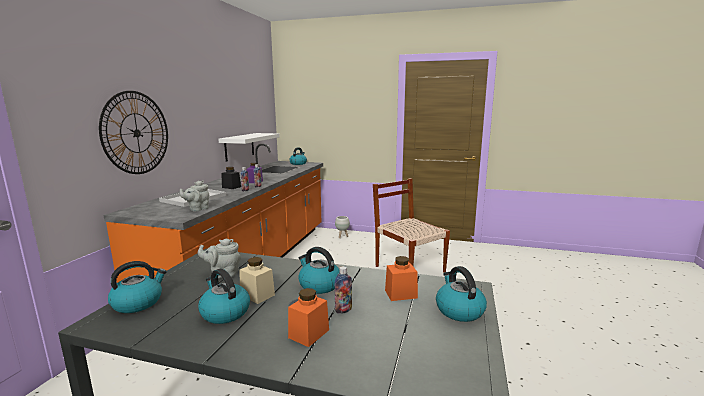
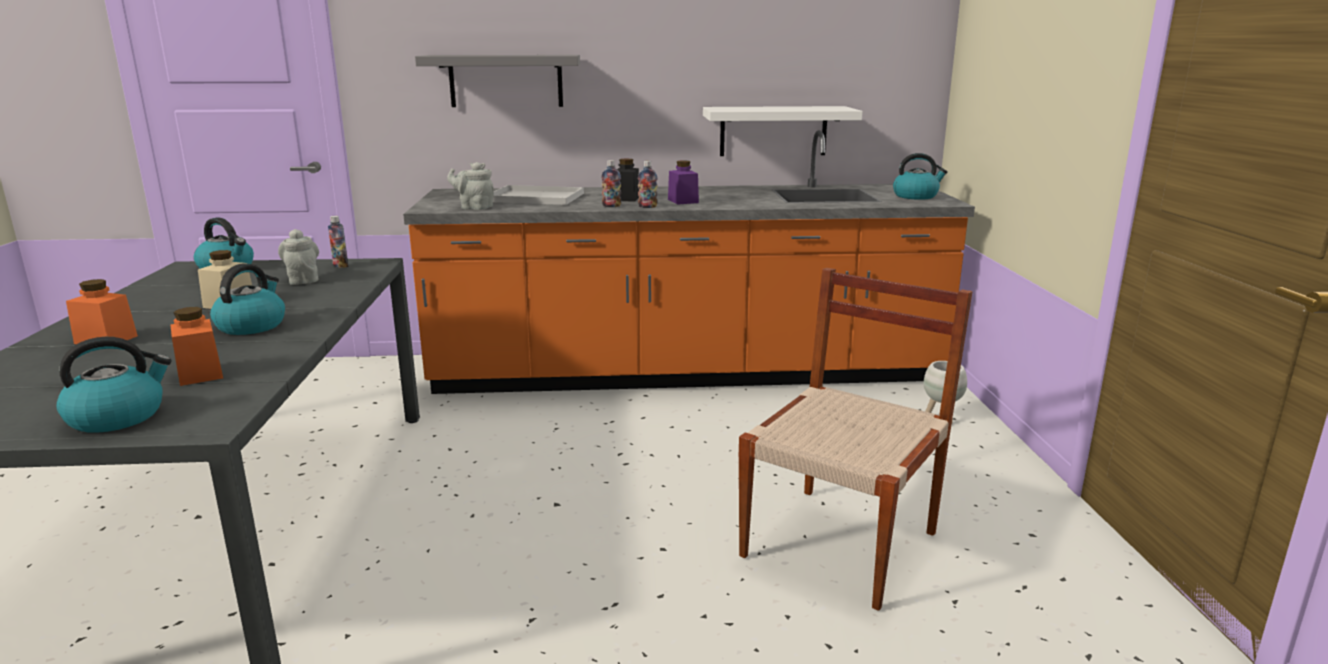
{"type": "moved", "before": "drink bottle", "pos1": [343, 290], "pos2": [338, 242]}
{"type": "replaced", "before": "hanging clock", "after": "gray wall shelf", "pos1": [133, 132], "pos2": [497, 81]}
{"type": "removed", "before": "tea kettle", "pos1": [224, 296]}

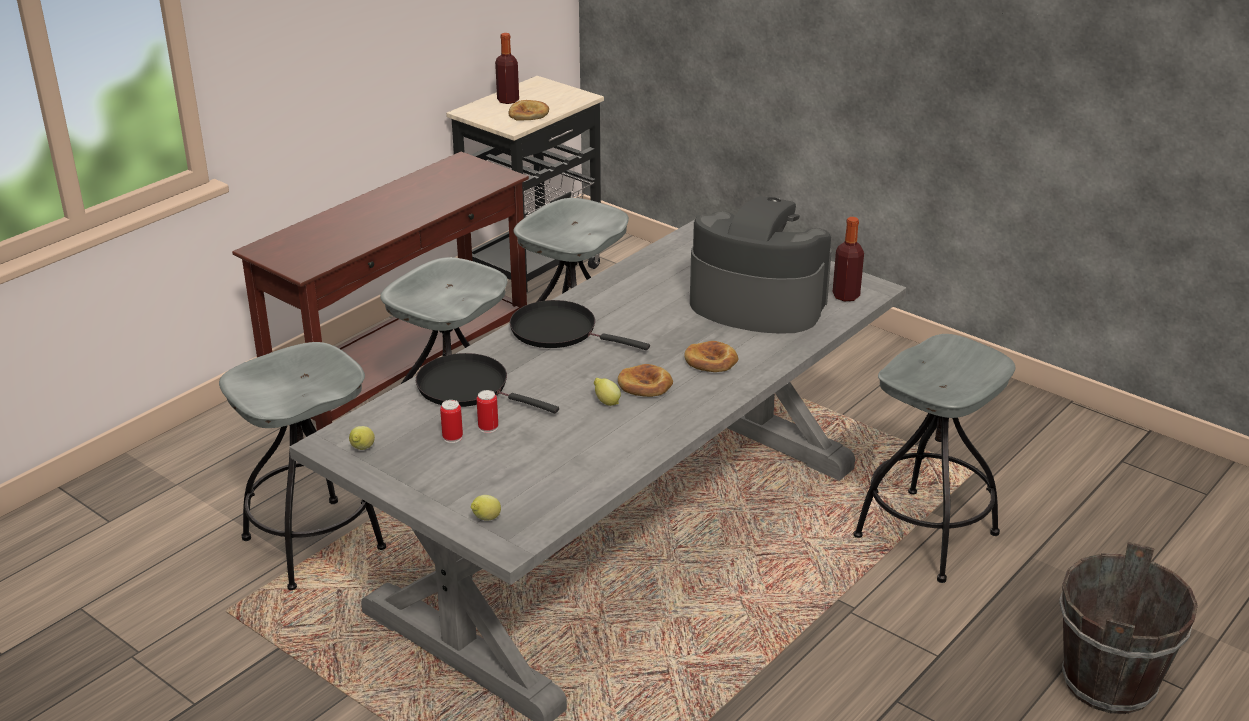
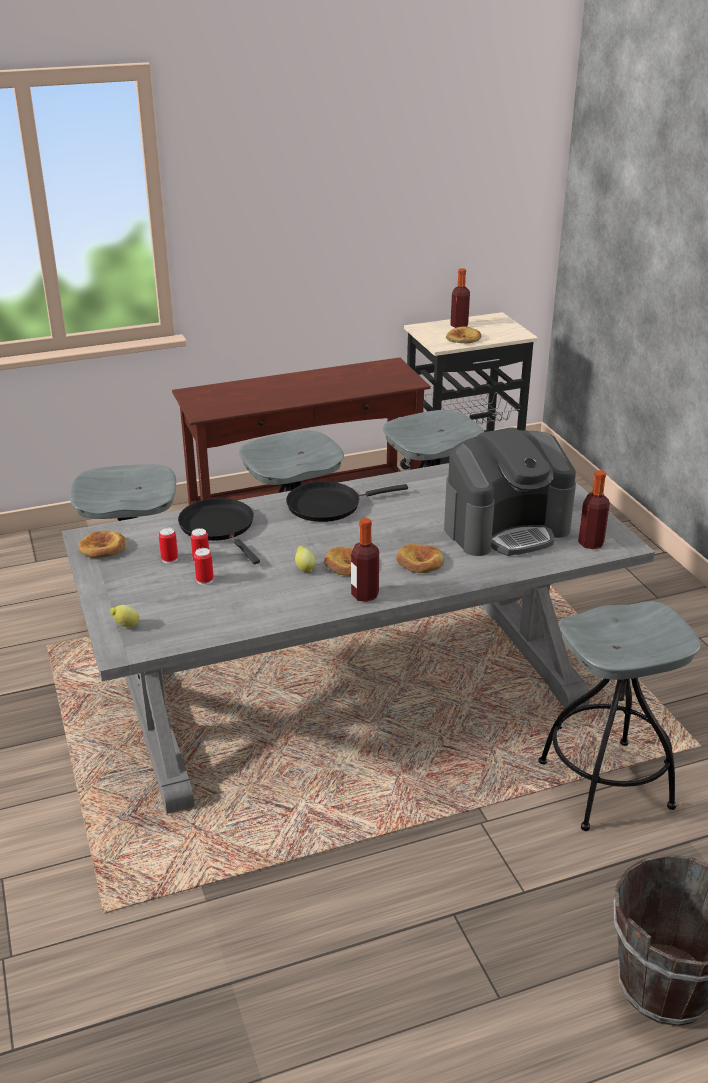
{"type": "replaced", "before": "citrus fruit", "after": "bakery bread", "pos1": [362, 438], "pos2": [102, 544]}
{"type": "added", "after": "can", "pos2": [204, 566]}
{"type": "turned", "before": "blackish skillet", "pos1": [580, 325], "pos2": [347, 501], "turn": -75}
{"type": "added", "after": "drink bottle", "pos2": [365, 560]}
{"type": "turned", "before": "coffee brewer", "pos1": [761, 264], "pos2": [510, 492], "turn": 105}

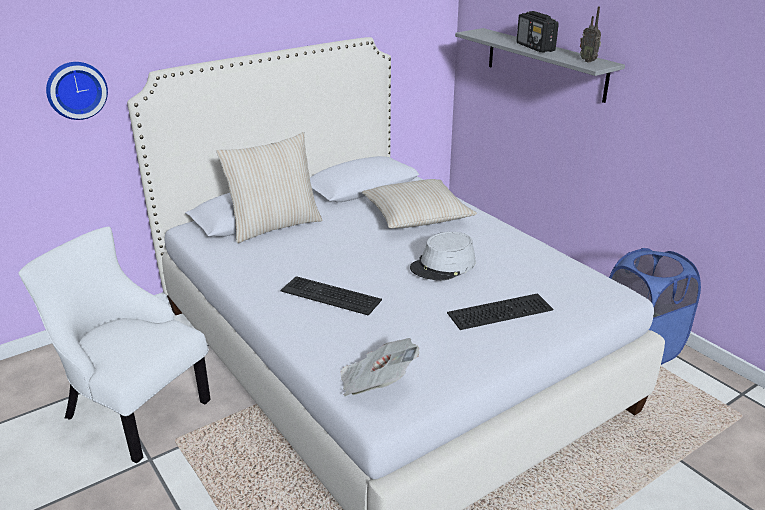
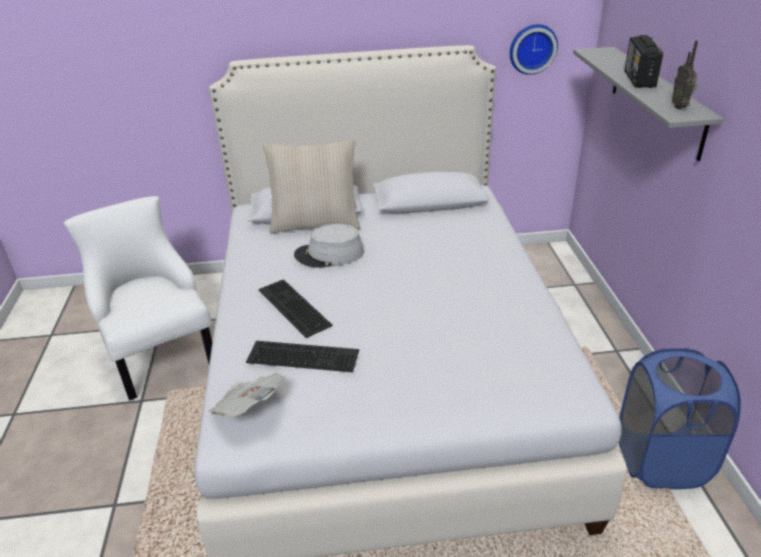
{"type": "moved", "before": "keyboard", "pos1": [500, 311], "pos2": [302, 356]}
{"type": "moved", "before": "gray wearable hat", "pos1": [443, 256], "pos2": [329, 246]}
{"type": "moved", "before": "hanging clock", "pos1": [77, 91], "pos2": [534, 49]}
{"type": "removed", "before": "beige throw pillow", "pos1": [419, 203]}

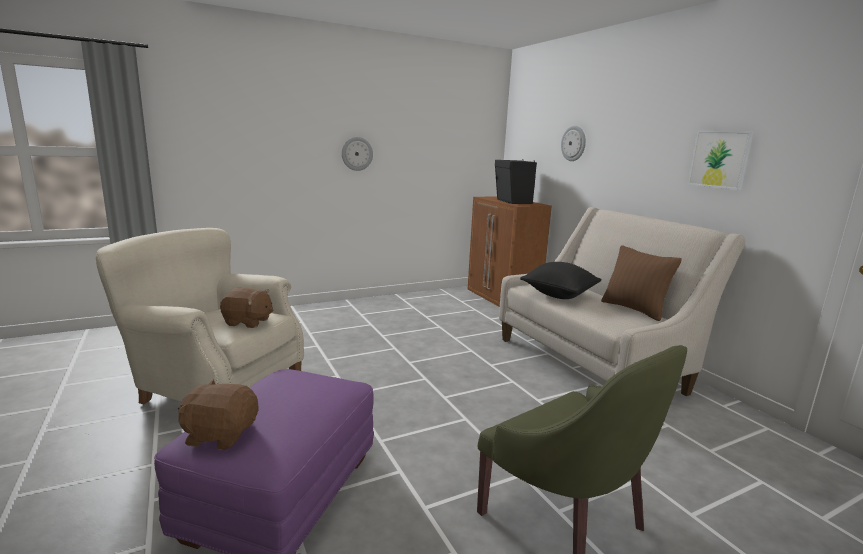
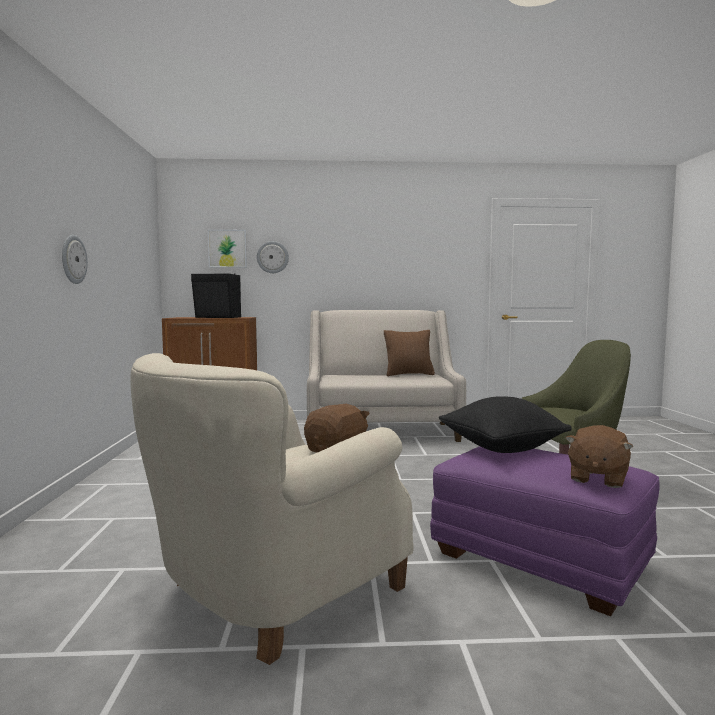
{"type": "moved", "before": "picture", "pos1": [721, 160], "pos2": [227, 248]}
{"type": "moved", "before": "blackish throw pillow", "pos1": [561, 280], "pos2": [505, 424]}

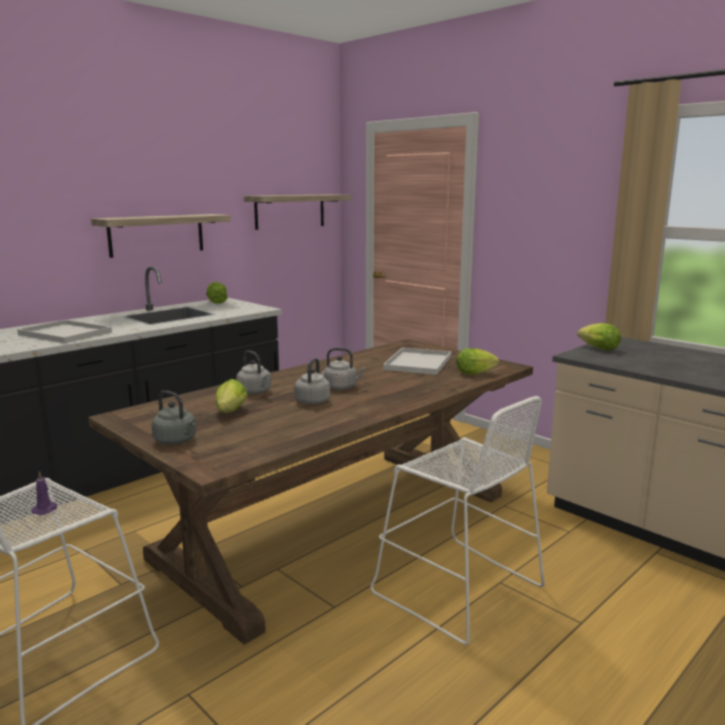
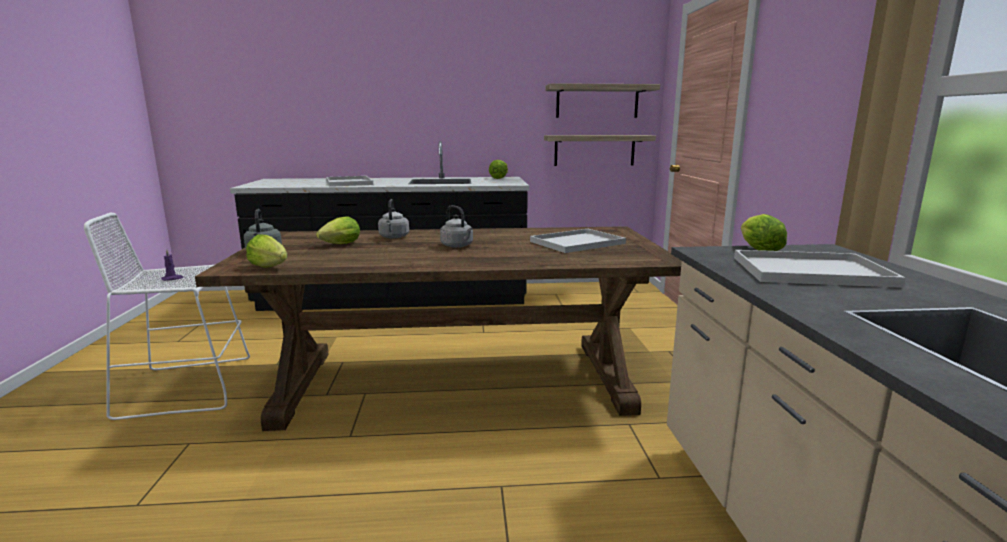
{"type": "moved", "before": "lettuce head", "pos1": [477, 361], "pos2": [267, 251]}
{"type": "moved", "before": "wall shelf", "pos1": [161, 236], "pos2": [600, 150]}
{"type": "added", "after": "white serving tray", "pos2": [820, 269]}
{"type": "removed", "before": "gray tea kettle", "pos1": [312, 381]}
{"type": "removed", "before": "white sitting stool", "pos1": [457, 520]}

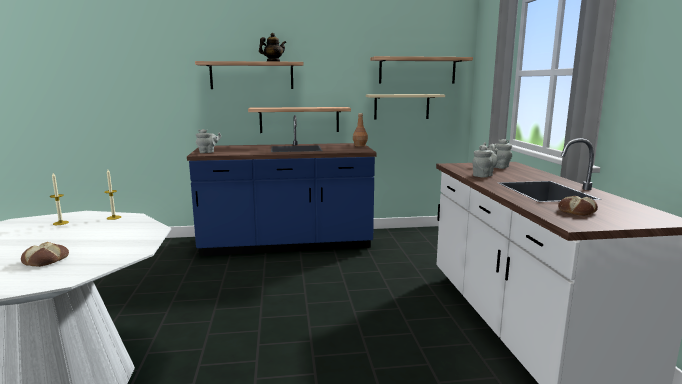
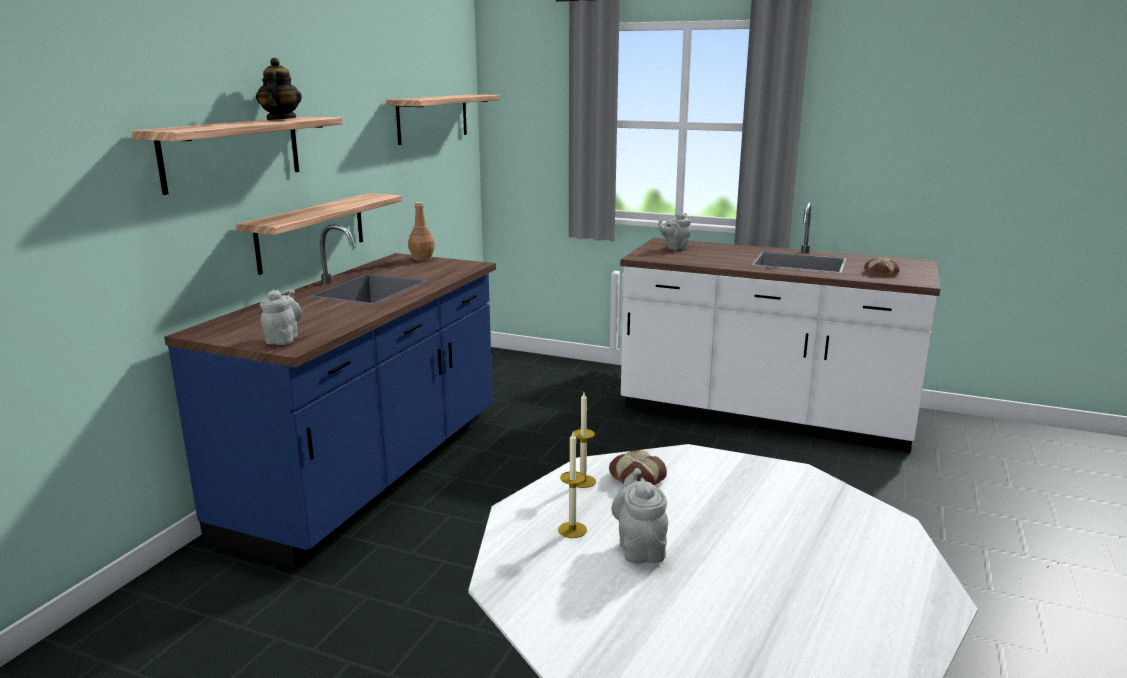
{"type": "moved", "before": "bakery bread", "pos1": [45, 254], "pos2": [638, 467]}
{"type": "moved", "before": "gray tea pot", "pos1": [485, 161], "pos2": [639, 515]}
{"type": "removed", "before": "beige wall shelf", "pos1": [405, 107]}

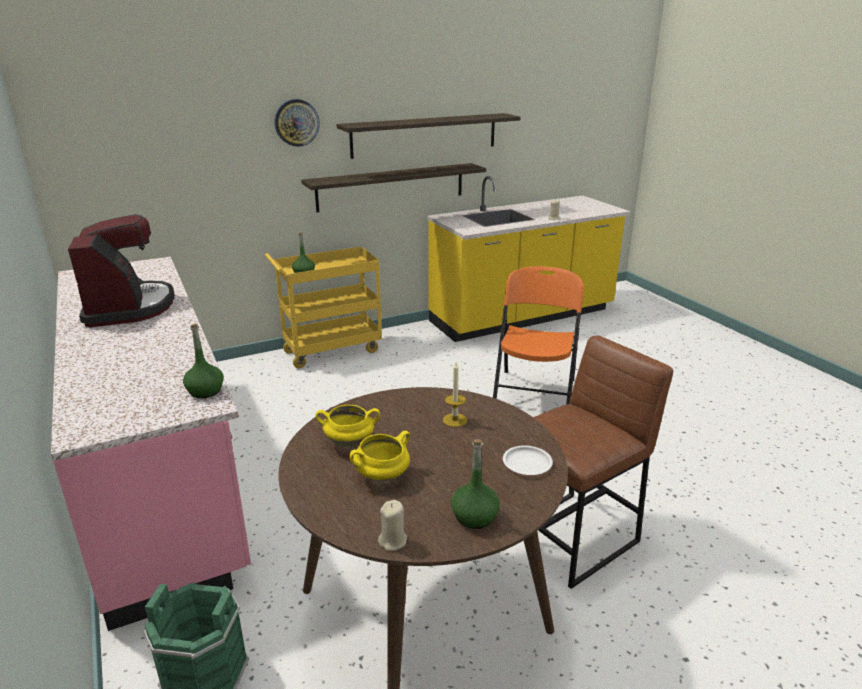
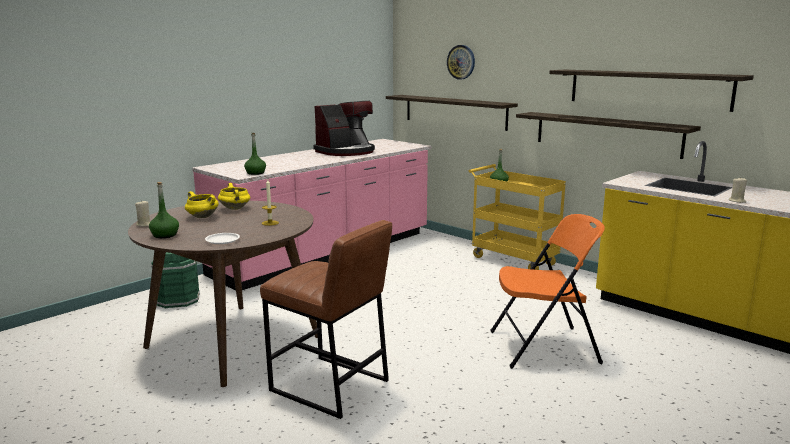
{"type": "added", "after": "wall shelf", "pos2": [452, 113]}
{"type": "moved", "before": "hanging clock", "pos1": [297, 123], "pos2": [461, 62]}

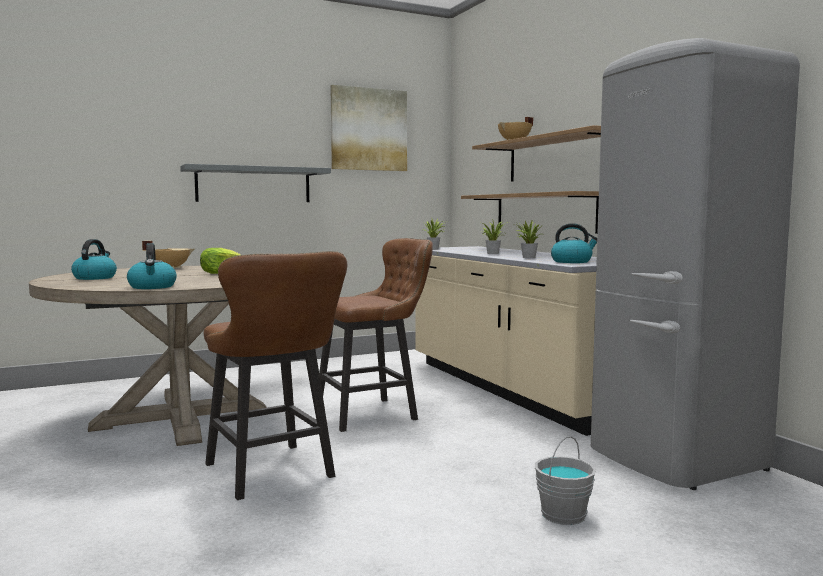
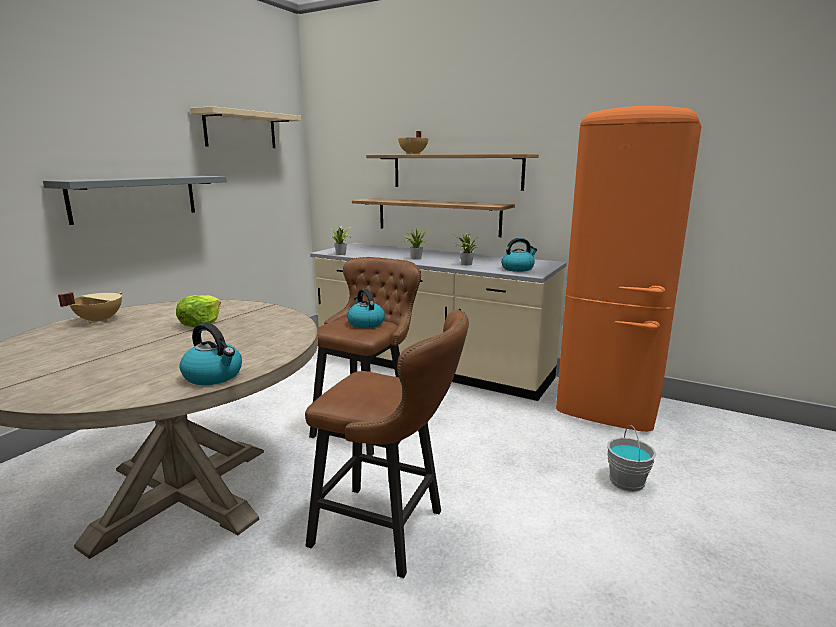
{"type": "replaced", "before": "picture", "after": "beige wall shelf", "pos1": [368, 128], "pos2": [245, 127]}
{"type": "moved", "before": "tea kettle", "pos1": [94, 259], "pos2": [366, 308]}
{"type": "recoloured", "before": "gray kitchen fridge", "after": "orangey kitchen fridge", "pos1": [695, 264], "pos2": [628, 269]}

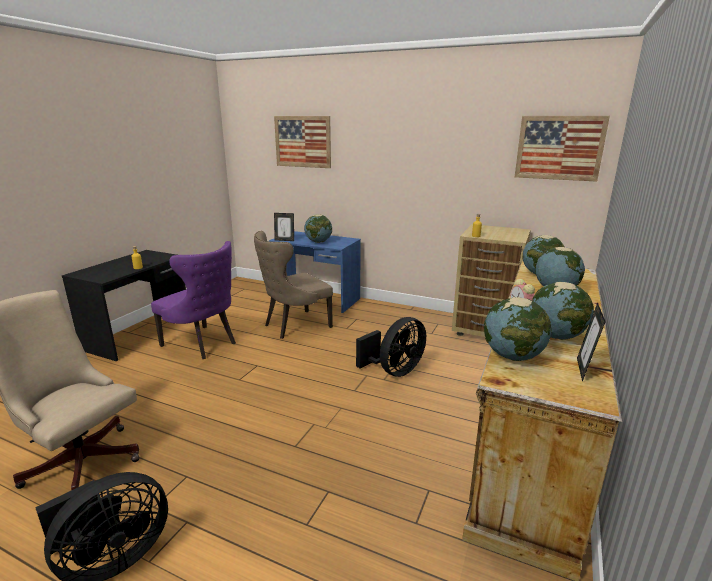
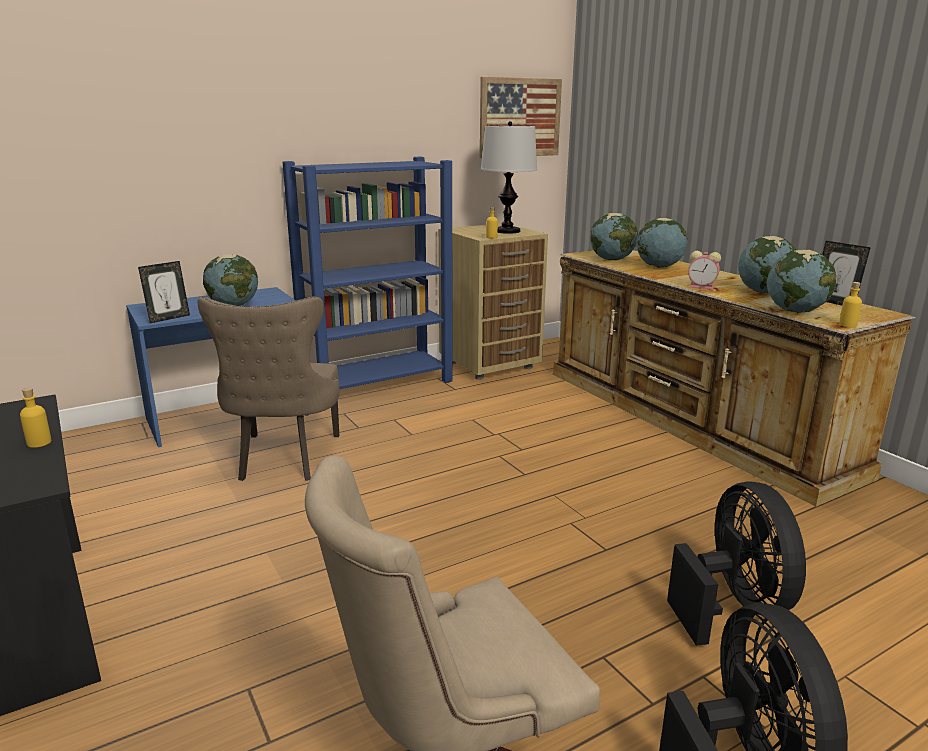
{"type": "added", "after": "bluish bookcase", "pos2": [368, 273]}
{"type": "added", "after": "table lamp", "pos2": [509, 177]}
{"type": "moved", "before": "blackish fan", "pos1": [391, 347], "pos2": [736, 563]}
{"type": "added", "after": "yellow-coloured drink bottle", "pos2": [850, 304]}
{"type": "removed", "before": "purplish plain chair", "pos1": [193, 300]}
{"type": "removed", "before": "picture", "pos1": [302, 142]}

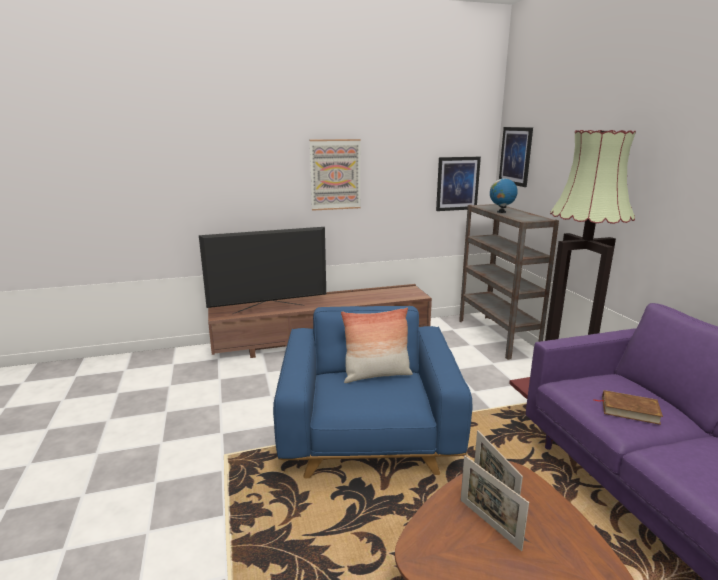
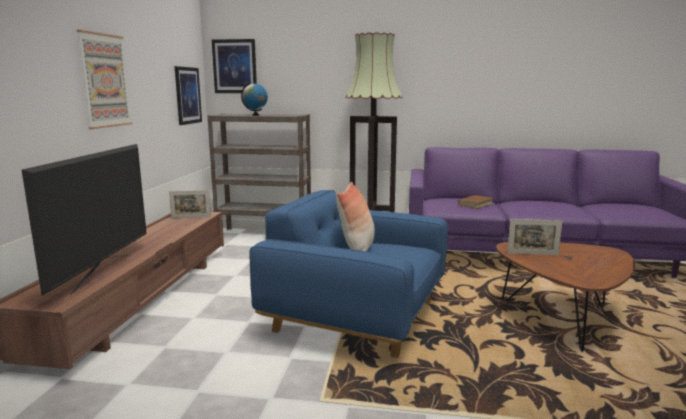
{"type": "moved", "before": "standing frame", "pos1": [495, 503], "pos2": [190, 204]}

